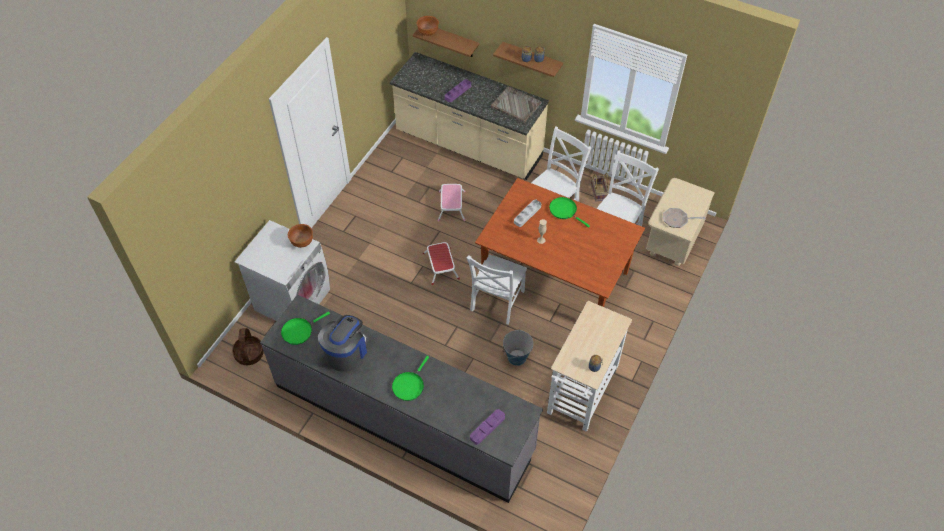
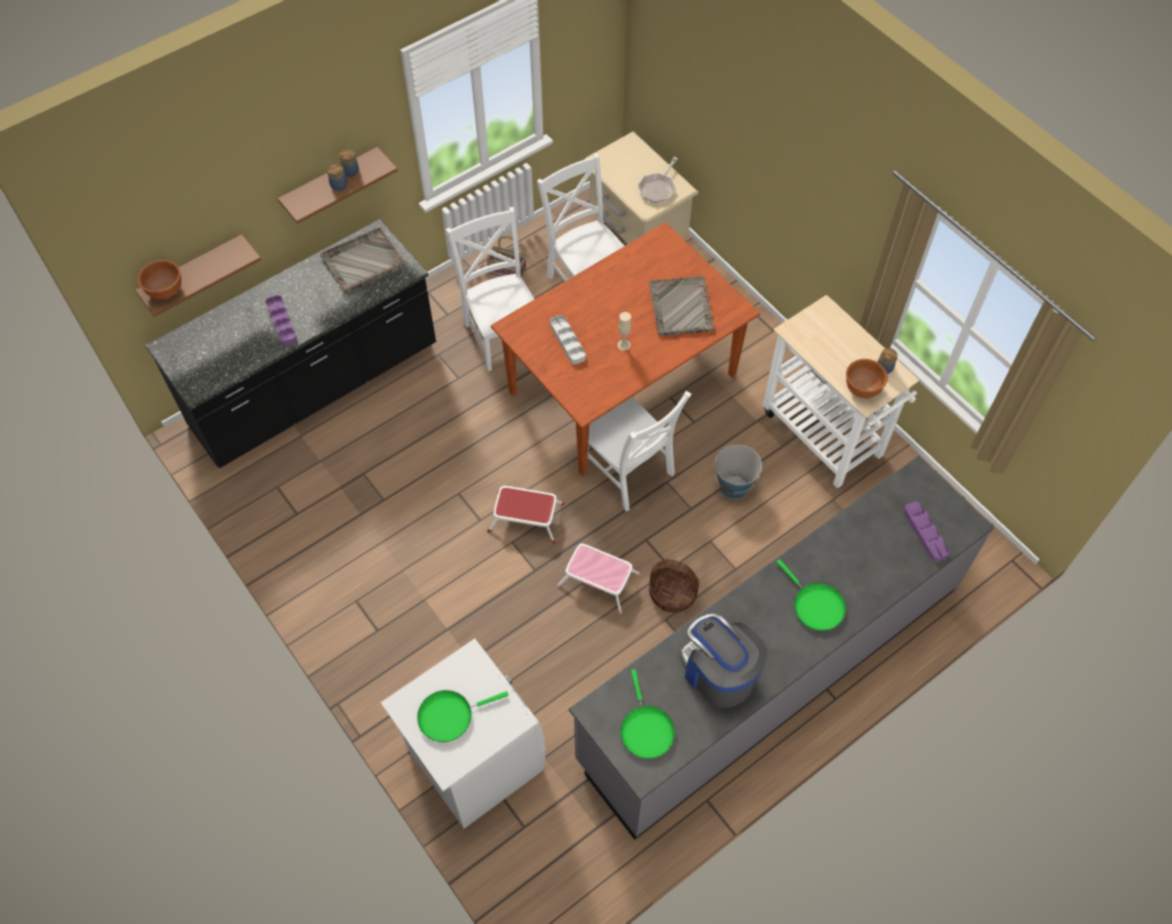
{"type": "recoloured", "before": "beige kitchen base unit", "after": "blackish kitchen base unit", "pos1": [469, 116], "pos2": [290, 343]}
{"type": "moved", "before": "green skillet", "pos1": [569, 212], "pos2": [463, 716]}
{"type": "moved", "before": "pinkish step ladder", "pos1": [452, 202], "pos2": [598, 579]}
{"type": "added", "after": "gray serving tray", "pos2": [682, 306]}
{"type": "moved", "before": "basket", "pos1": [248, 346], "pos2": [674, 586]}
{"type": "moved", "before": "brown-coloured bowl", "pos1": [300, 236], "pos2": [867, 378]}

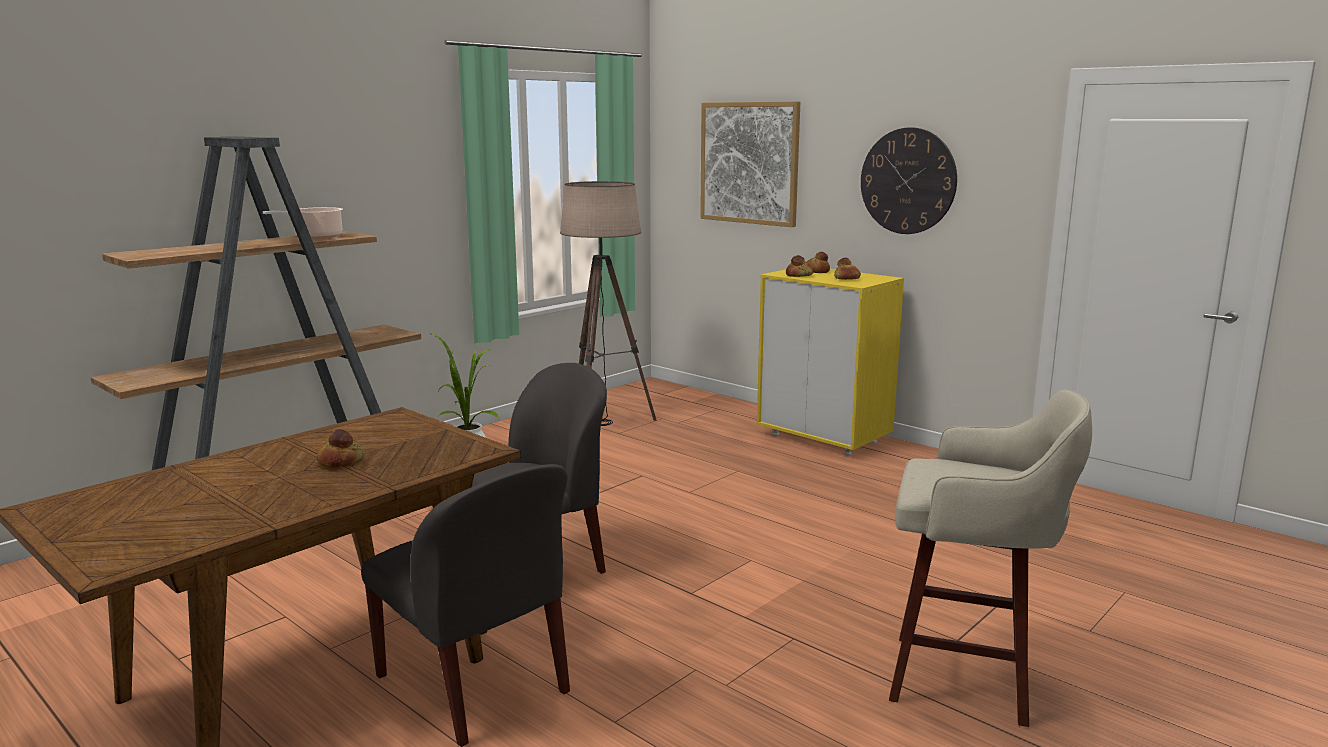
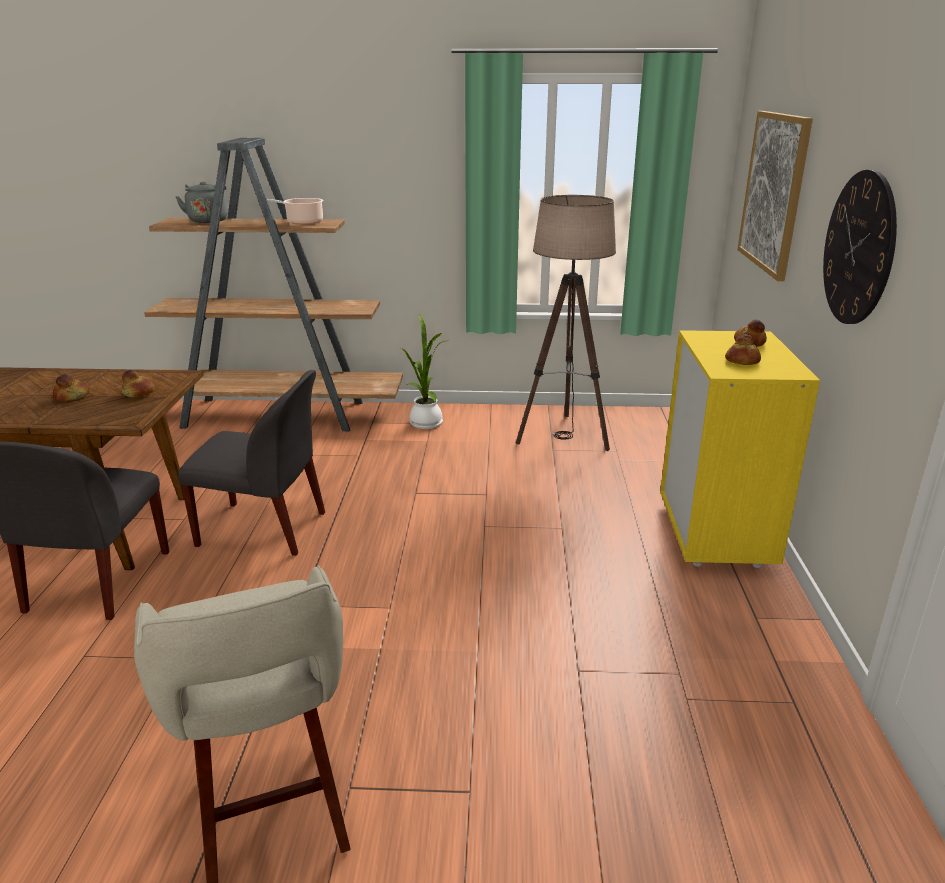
{"type": "moved", "before": "bakery bread", "pos1": [799, 266], "pos2": [138, 383]}
{"type": "added", "after": "gray tea kettle", "pos2": [201, 202]}

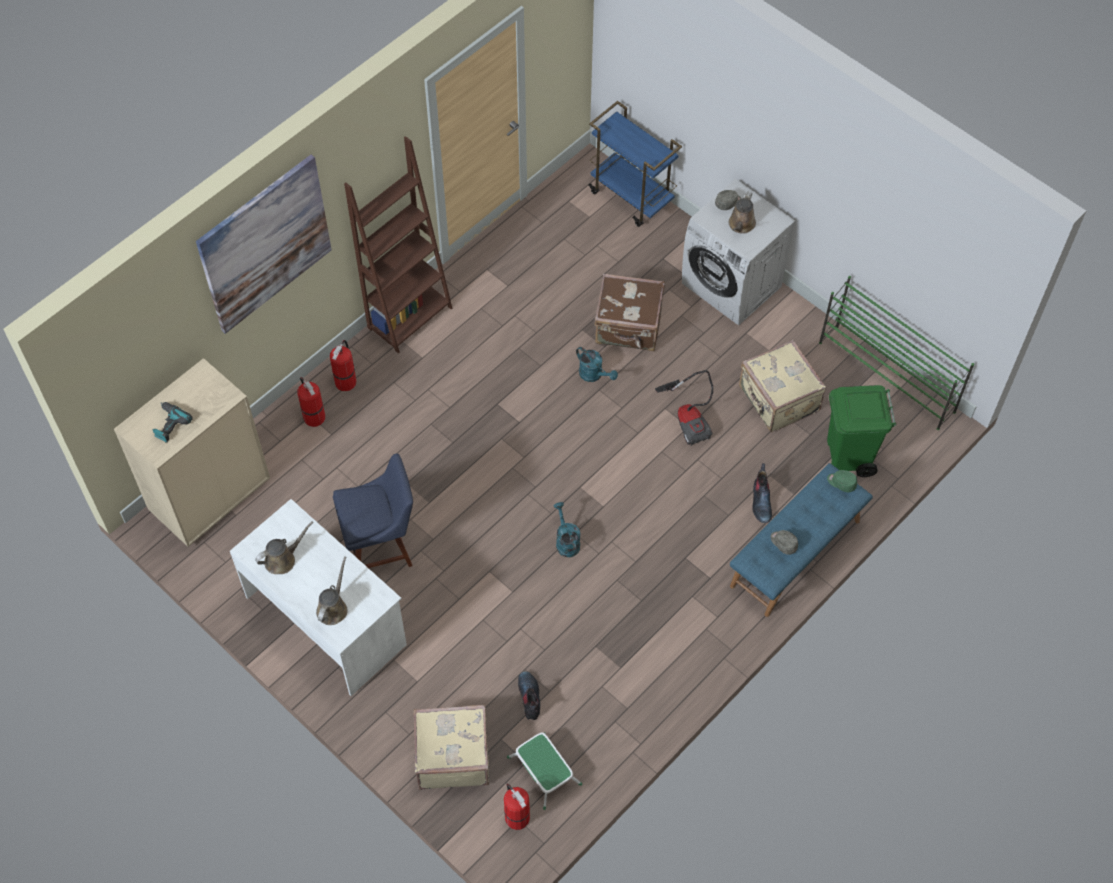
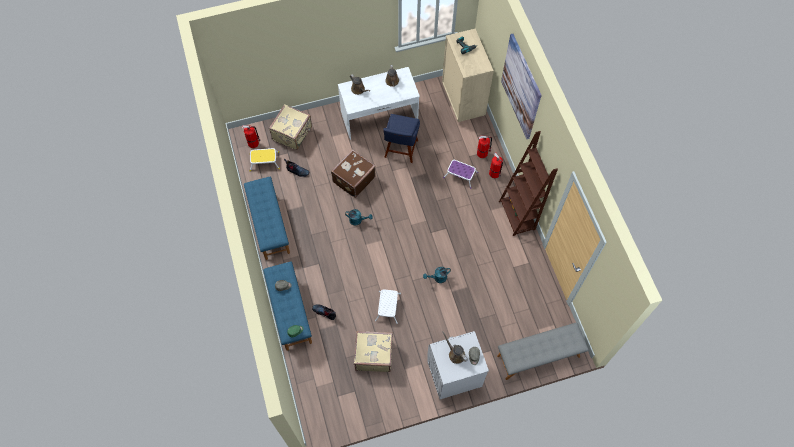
{"type": "added", "after": "bluish indoor bench", "pos2": [267, 218]}
{"type": "recoloured", "before": "green step ladder", "after": "yellow-coloured step ladder", "pos1": [544, 771], "pos2": [265, 159]}
{"type": "moved", "before": "brown-coloured piece of luggage", "pos1": [629, 312], "pos2": [353, 173]}
{"type": "replaced", "before": "hoover", "after": "white step ladder", "pos1": [684, 408], "pos2": [388, 307]}
{"type": "added", "after": "purplish step ladder", "pos2": [461, 174]}
{"type": "replaced", "before": "bluish wheeled cart", "after": "gray indoor bench", "pos1": [635, 164], "pos2": [543, 351]}
{"type": "removed", "before": "green shoe stand", "pos1": [896, 353]}
{"type": "removed", "before": "green trash can", "pos1": [861, 431]}

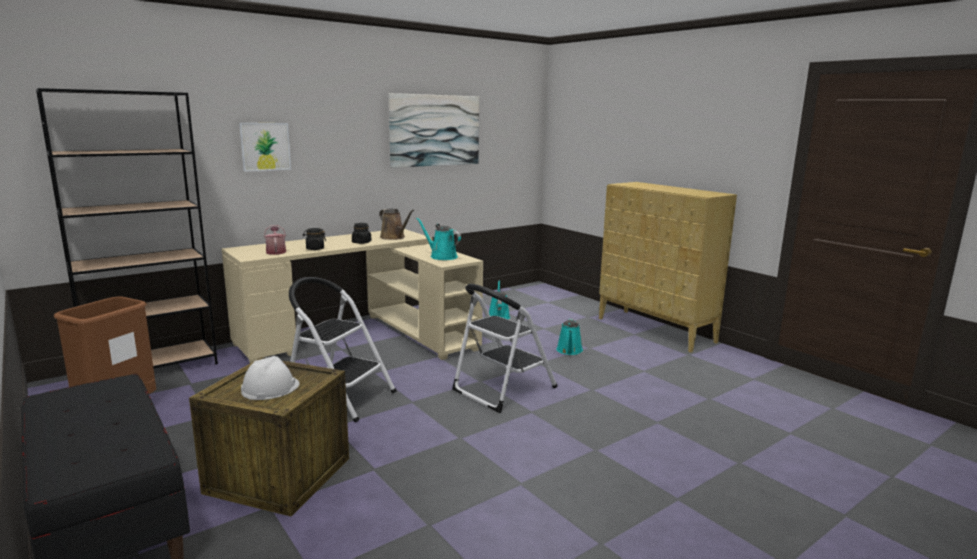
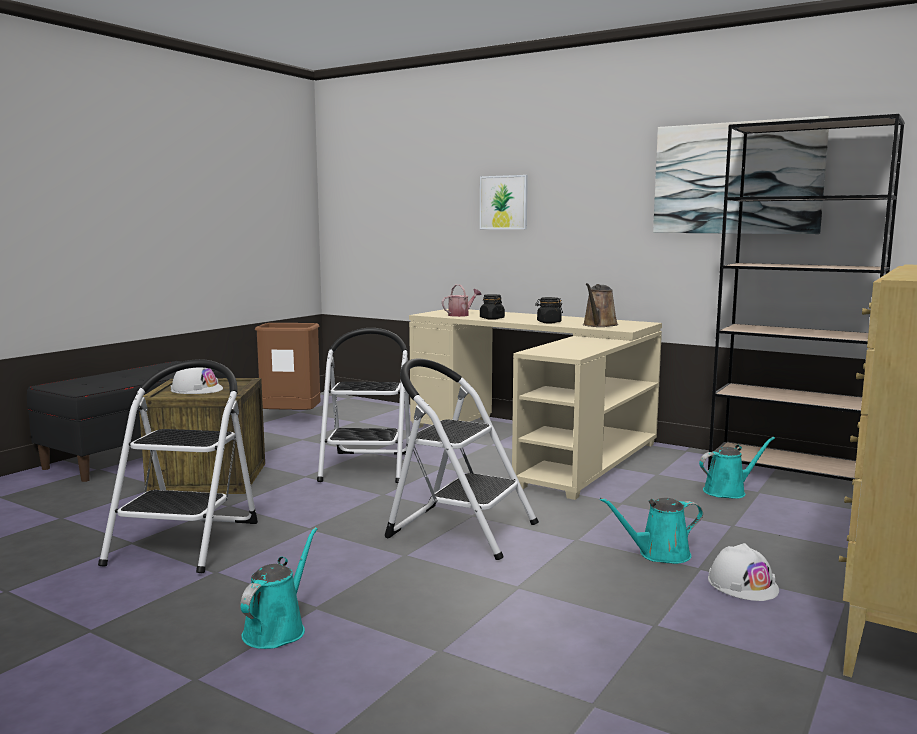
{"type": "added", "after": "step ladder", "pos2": [178, 466]}
{"type": "moved", "before": "turquoise-coloured sprinkling can", "pos1": [438, 239], "pos2": [278, 588]}
{"type": "moved", "before": "beige bookcase", "pos1": [127, 228], "pos2": [806, 297]}
{"type": "added", "after": "white safety helmet", "pos2": [743, 572]}

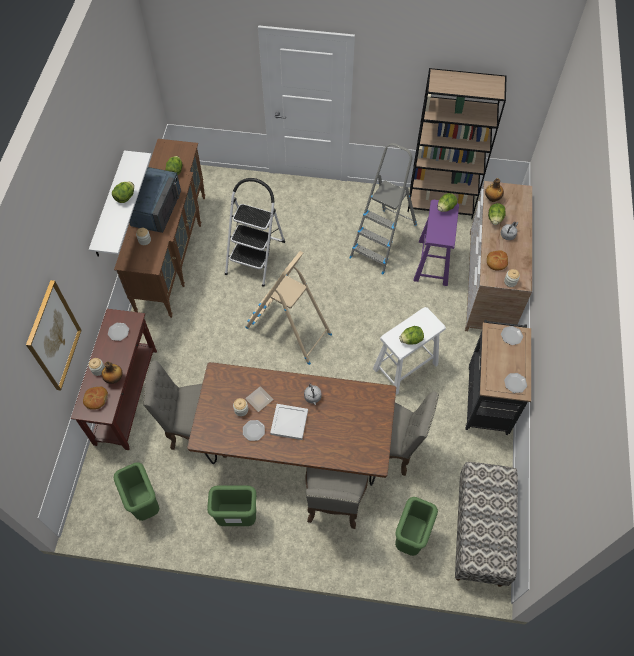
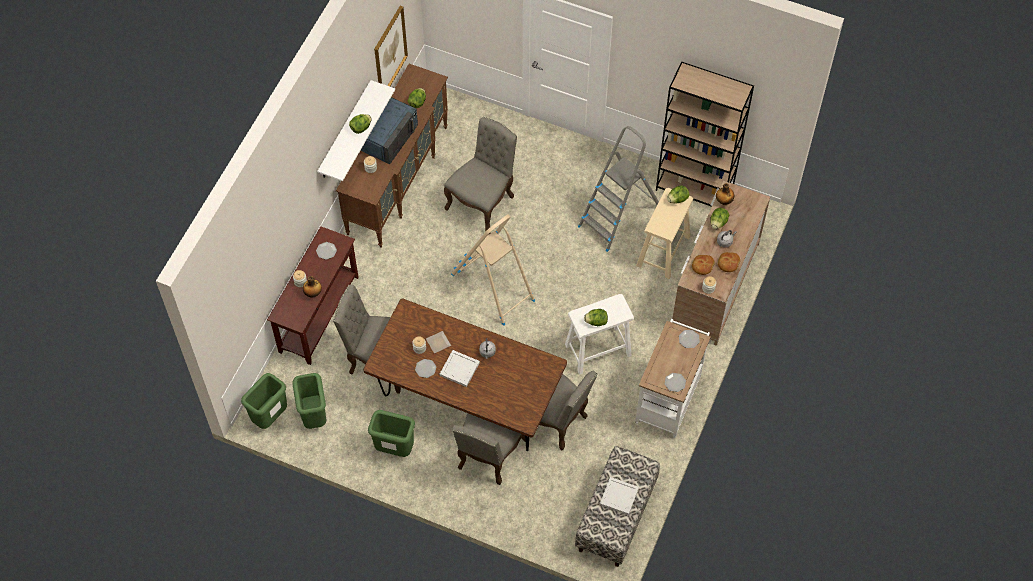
{"type": "moved", "before": "green trash can", "pos1": [416, 526], "pos2": [264, 401]}
{"type": "moved", "before": "picture", "pos1": [54, 335], "pos2": [391, 46]}
{"type": "replaced", "before": "step ladder", "after": "gray plain chair", "pos1": [255, 232], "pos2": [480, 176]}
{"type": "added", "after": "white serving tray", "pos2": [619, 496]}
{"type": "recoloured", "before": "blackish wheeled cart", "after": "white wheeled cart", "pos1": [498, 377], "pos2": [673, 378]}
{"type": "recoloured", "before": "purplish sitting stool", "after": "beige sitting stool", "pos1": [436, 243], "pos2": [664, 233]}
{"type": "moved", "before": "bakery bread", "pos1": [95, 398], "pos2": [729, 262]}

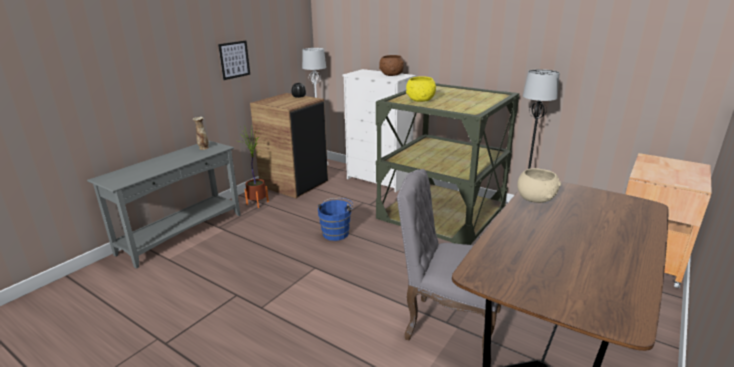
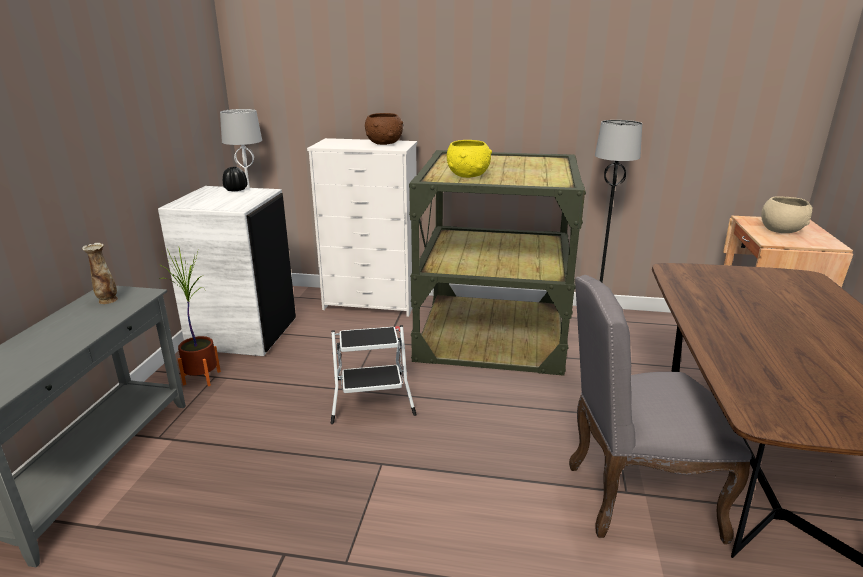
{"type": "recoloured", "before": "brown-coloured storage cabinet", "after": "white storage cabinet", "pos1": [289, 145], "pos2": [227, 271]}
{"type": "replaced", "before": "bluish bucket", "after": "step ladder", "pos1": [335, 219], "pos2": [374, 374]}
{"type": "moved", "before": "beige bowl", "pos1": [539, 185], "pos2": [787, 214]}
{"type": "removed", "before": "picture", "pos1": [234, 60]}

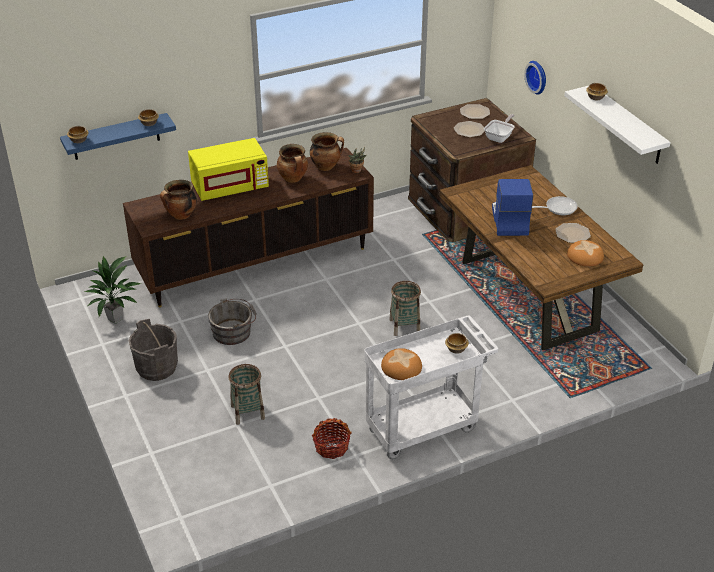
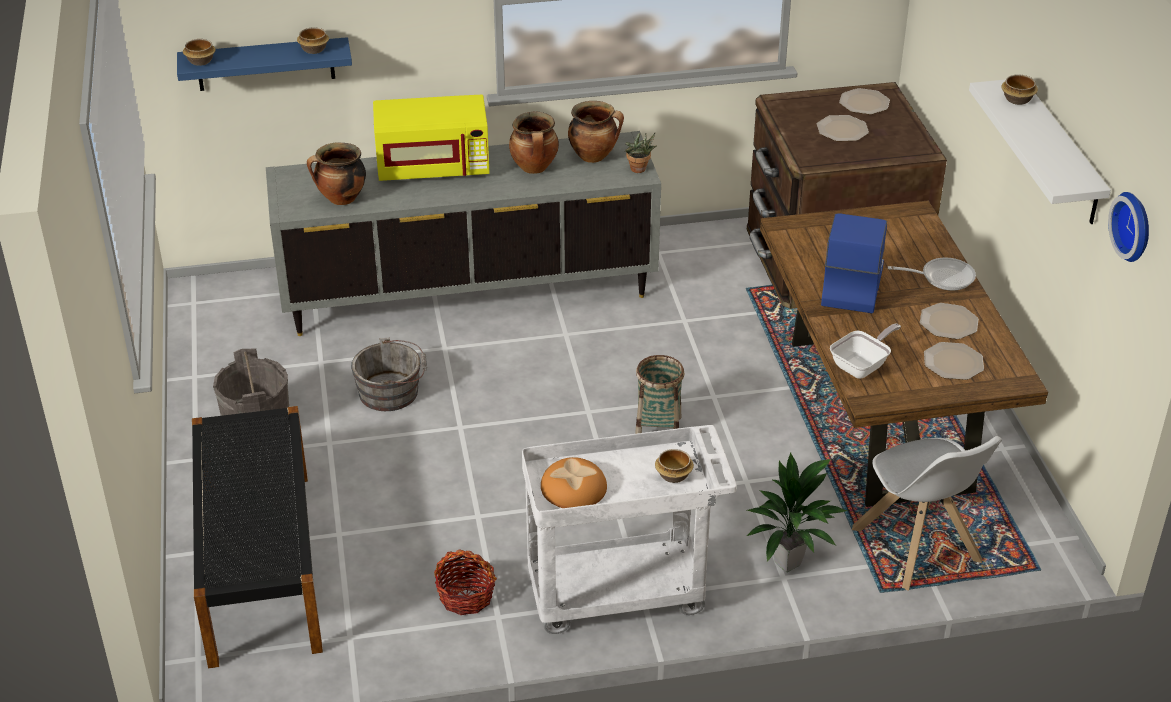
{"type": "added", "after": "blackish indoor bench", "pos2": [257, 537]}
{"type": "recoloured", "before": "brown-coloured storage cabinet", "after": "gray storage cabinet", "pos1": [248, 228], "pos2": [463, 233]}
{"type": "moved", "before": "plant in a pot", "pos1": [113, 290], "pos2": [797, 512]}
{"type": "moved", "before": "skillet", "pos1": [499, 128], "pos2": [865, 351]}
{"type": "added", "after": "plain chair", "pos2": [927, 513]}
{"type": "replaced", "before": "bakery bread", "after": "dinner plate", "pos1": [585, 253], "pos2": [954, 361]}
{"type": "moved", "before": "hanging clock", "pos1": [535, 78], "pos2": [1128, 227]}
{"type": "removed", "before": "basket", "pos1": [247, 394]}

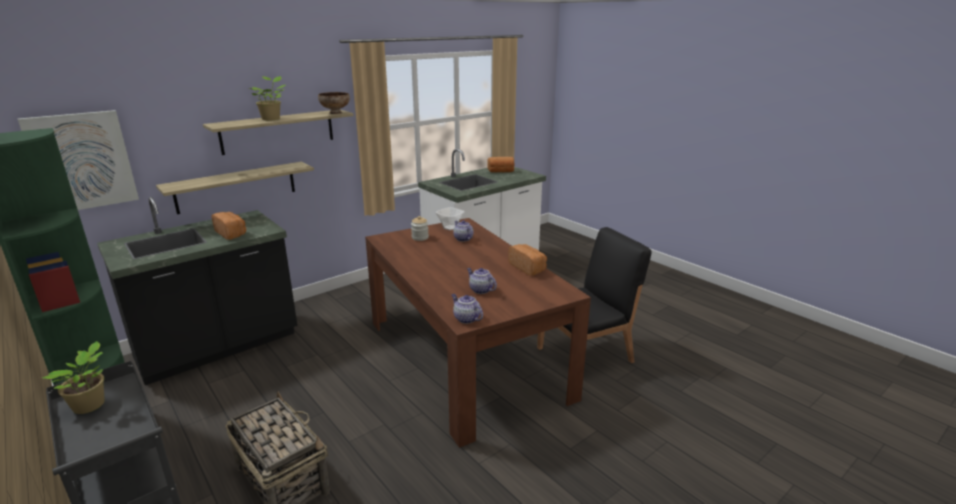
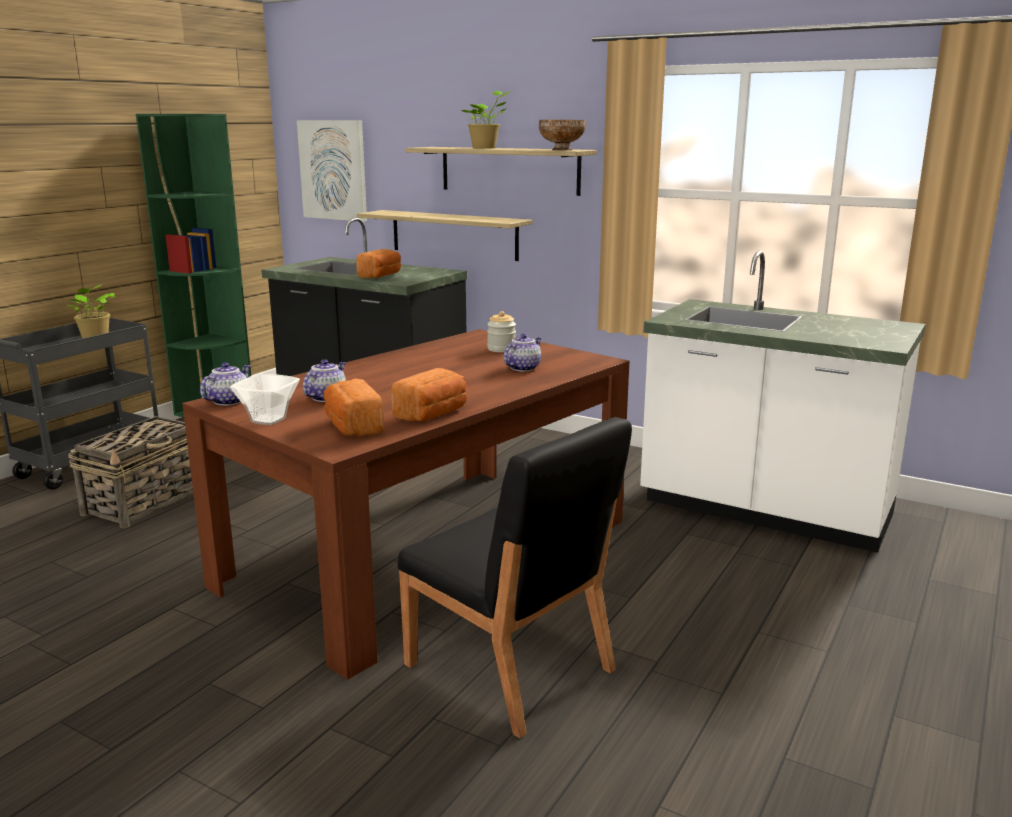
{"type": "moved", "before": "bowl", "pos1": [450, 219], "pos2": [265, 399]}
{"type": "moved", "before": "bakery bread", "pos1": [501, 165], "pos2": [354, 407]}

